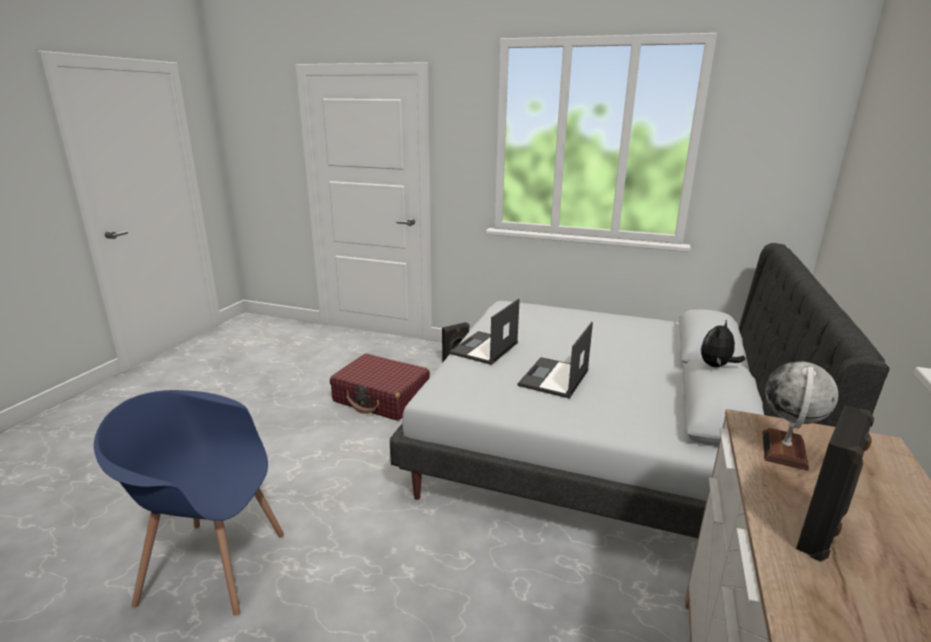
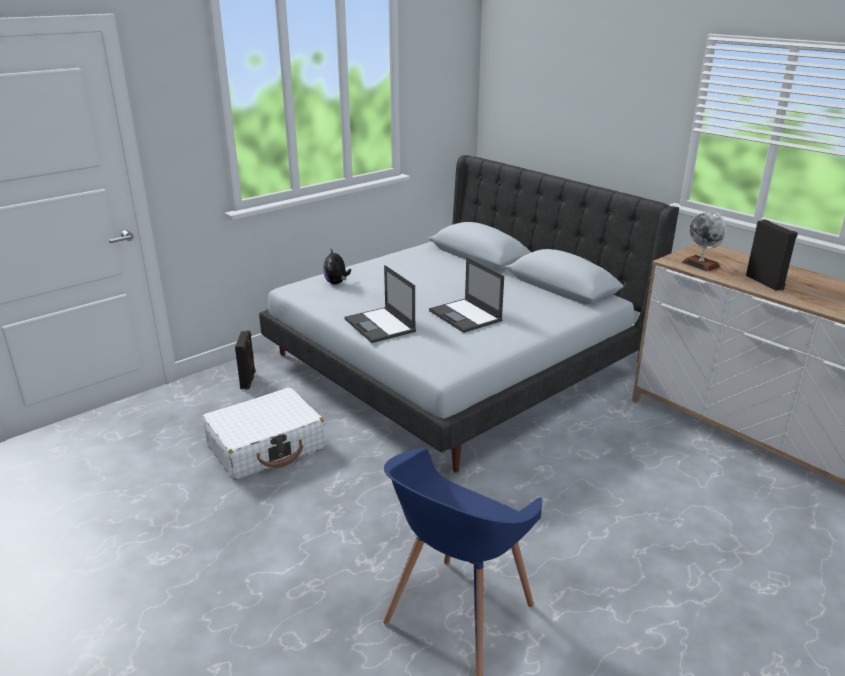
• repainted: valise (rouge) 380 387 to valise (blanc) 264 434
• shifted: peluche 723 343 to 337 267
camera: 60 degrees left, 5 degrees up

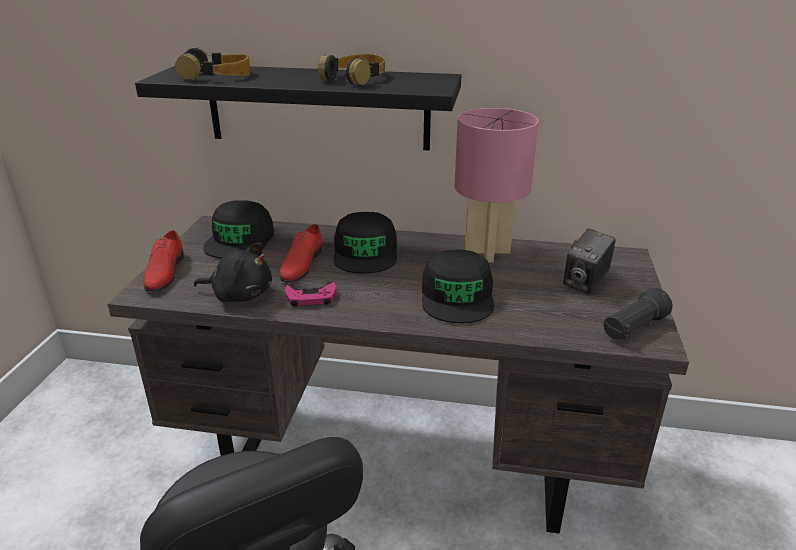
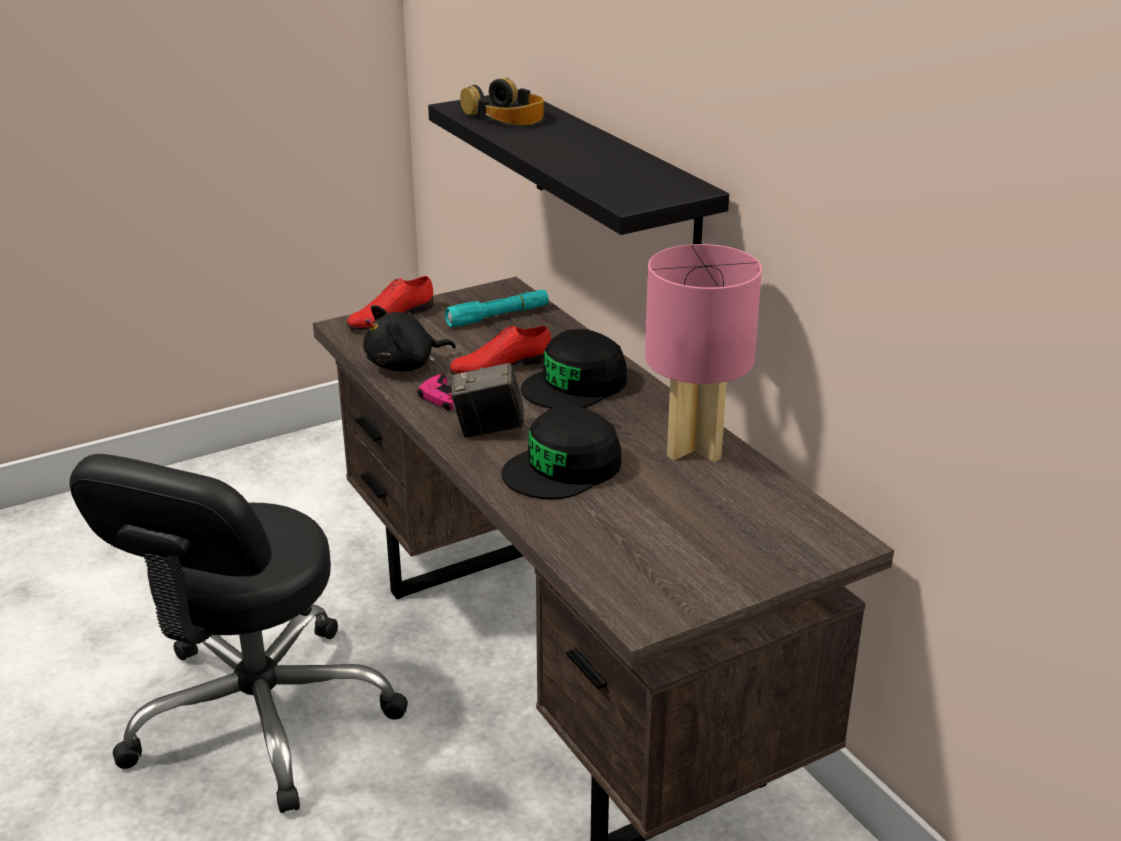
• rotated: peluche (noir) 233 272 = 409 338 90 degrees clockwise
• swapped: casquette (noir) 238 229 to lampe de poche (turquoise) 497 308
• gone: casque audio 351 69
• shifted: appareil photo 589 261 to 487 400
• gone: lampe de poche (noir) 638 314
camera: 50 degrees right, 0 degrees up

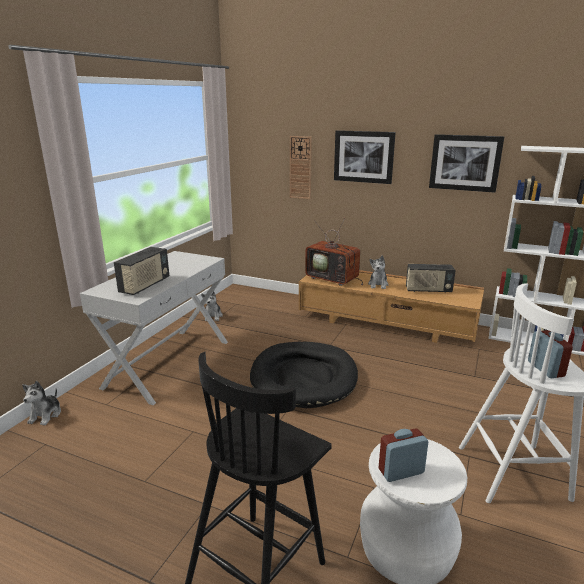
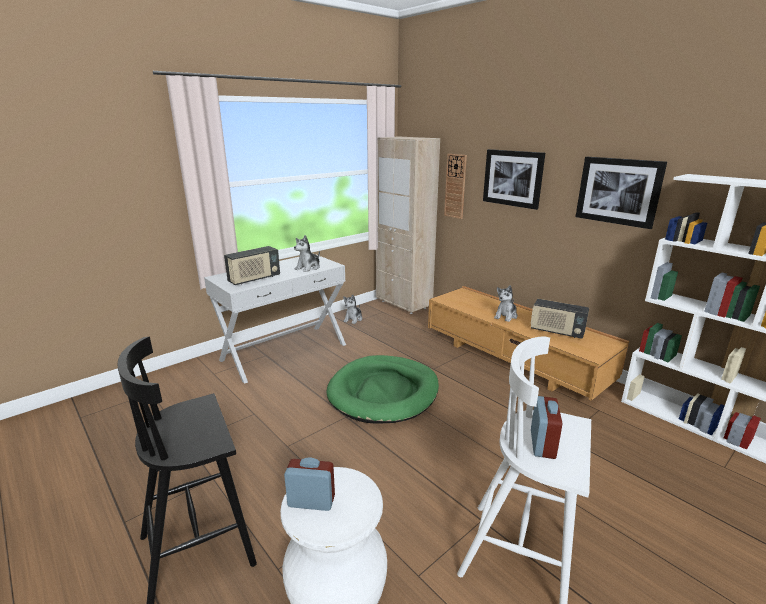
• shifted: peluche 41 403 to 307 253
• repainted: panier pour chien (noir) 304 375 to panier pour chien (vert) 382 389
• gone: téléviseur 334 252
• new: meuble de rangement (beige) 408 225
camera: 25 degrees right, 0 degrees up

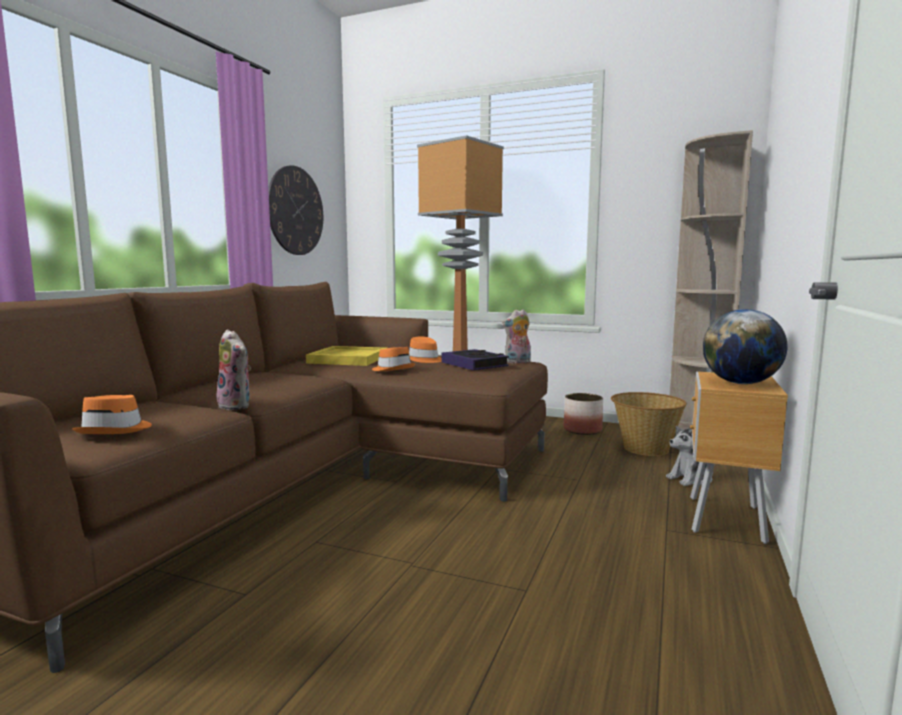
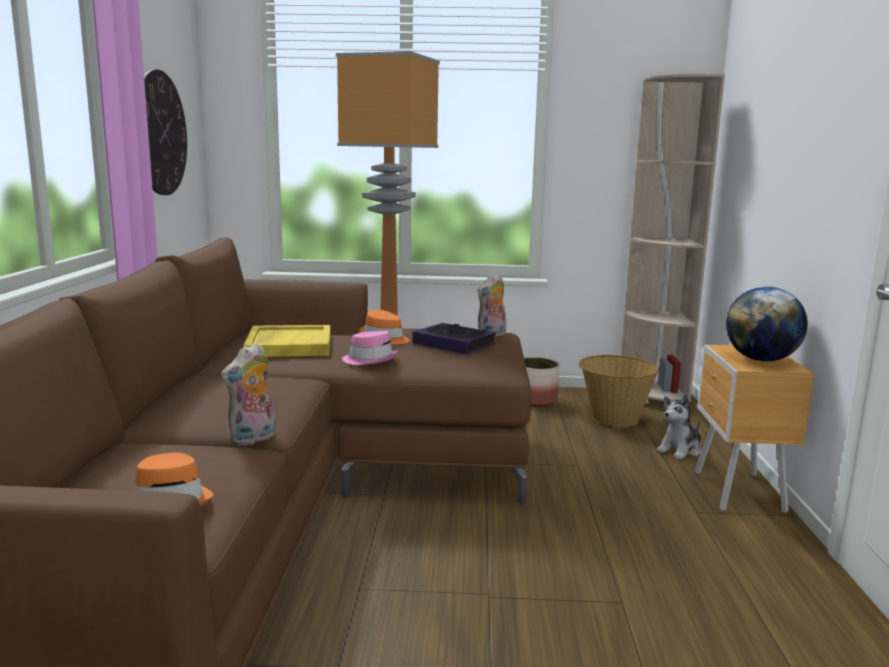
• rotated: peluche 233 370 = 248 394 105 degrees clockwise
• repainted: chapeau (orange) 393 359 to chapeau (rose) 370 348
camera: 20 degrees left, 5 degrees up

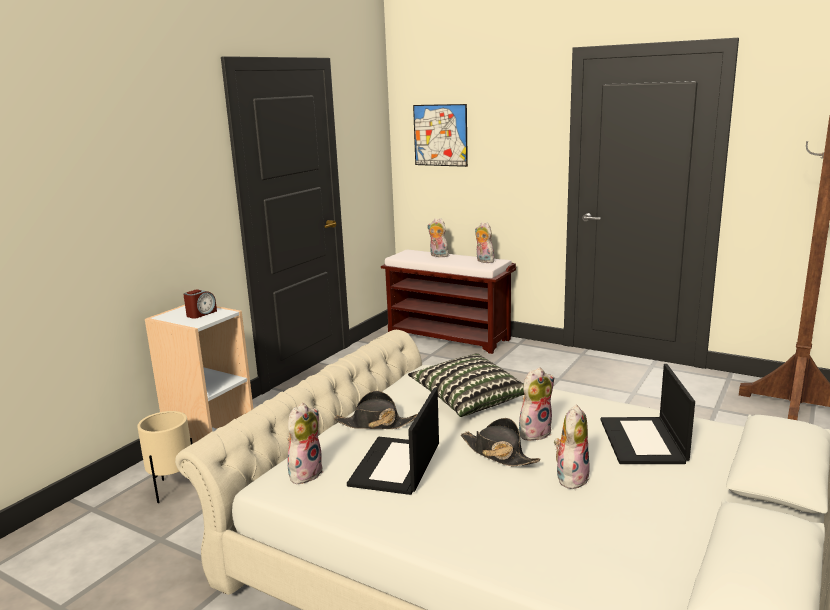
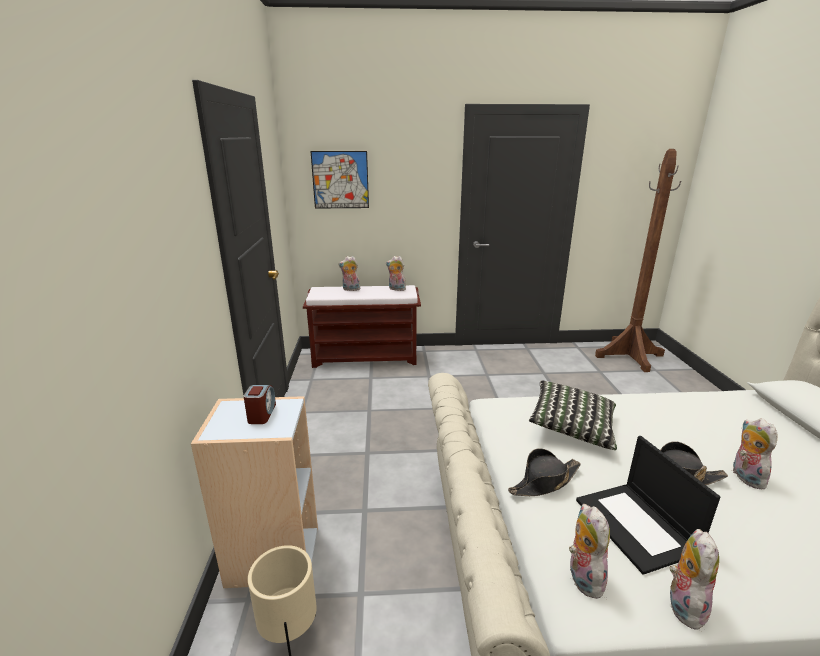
• shifted: peluche 536 404 to 694 579
• gone: ordinateur portable 648 414
camera: 35 degrees left, 5 degrees up

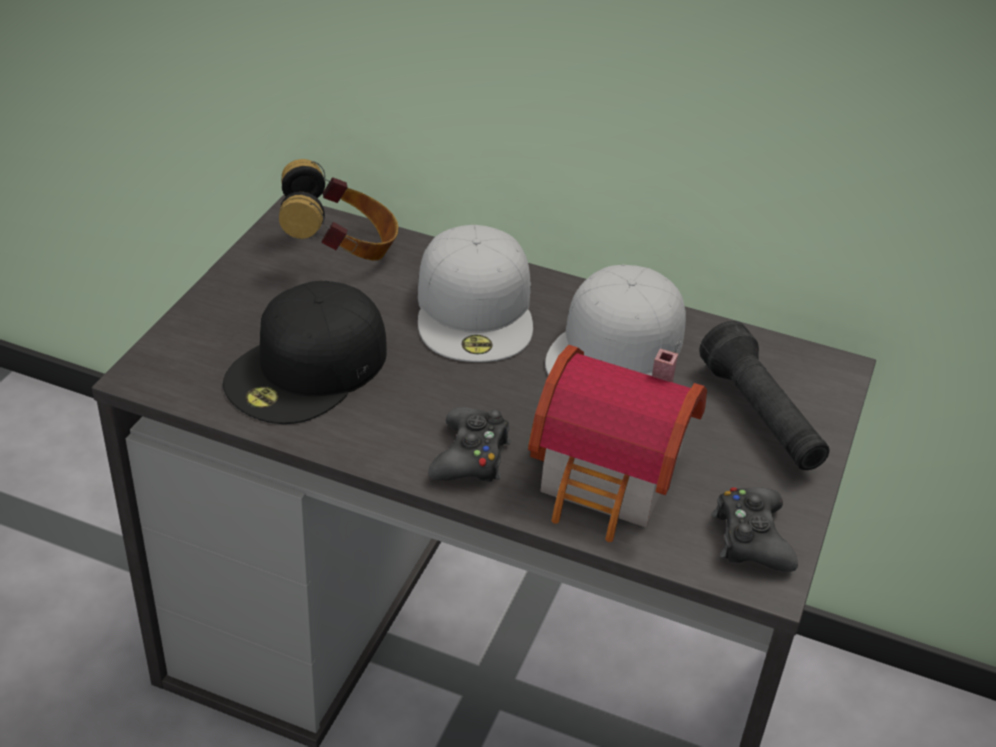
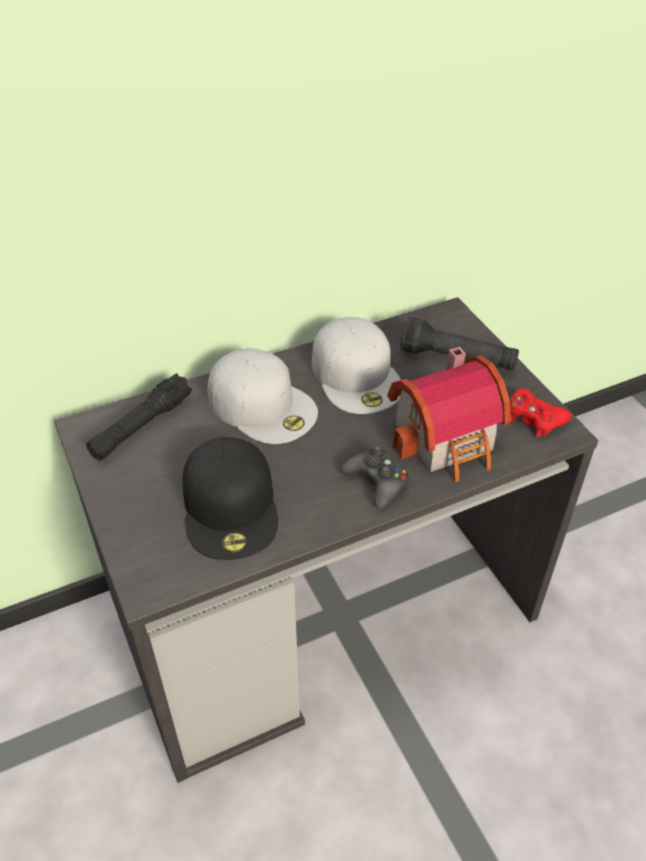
• swapped: casque audio 338 210 to lampe de poche (noir) 139 417
• repainted: manette (noir) 755 529 to manette (rouge) 540 412
camera: 45 degrees left, 5 degrees up

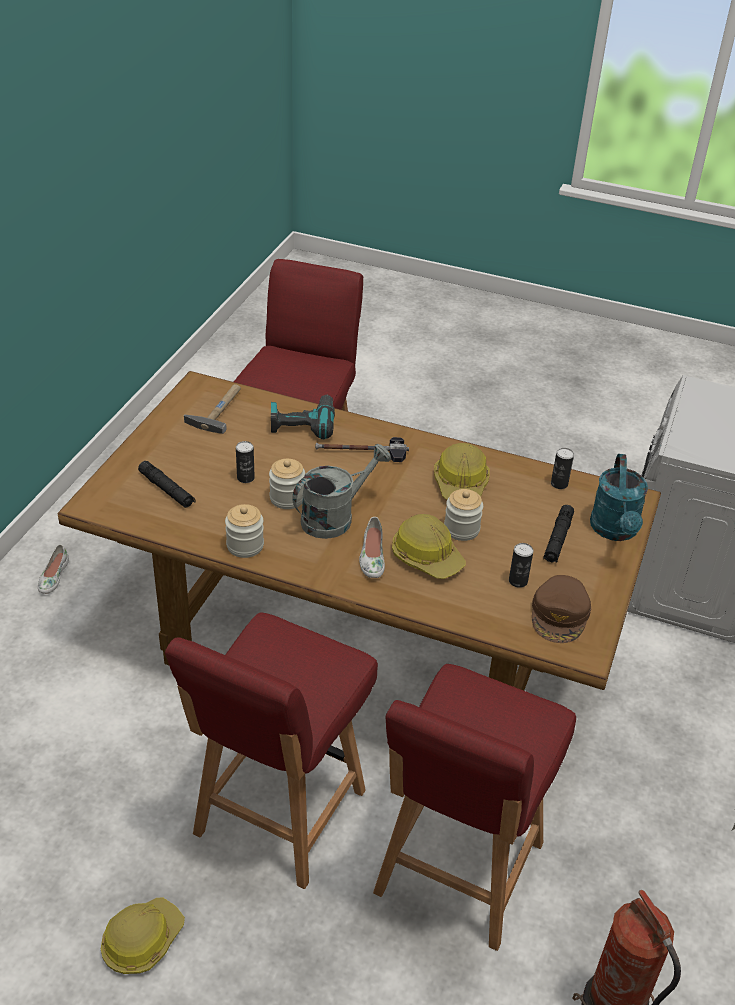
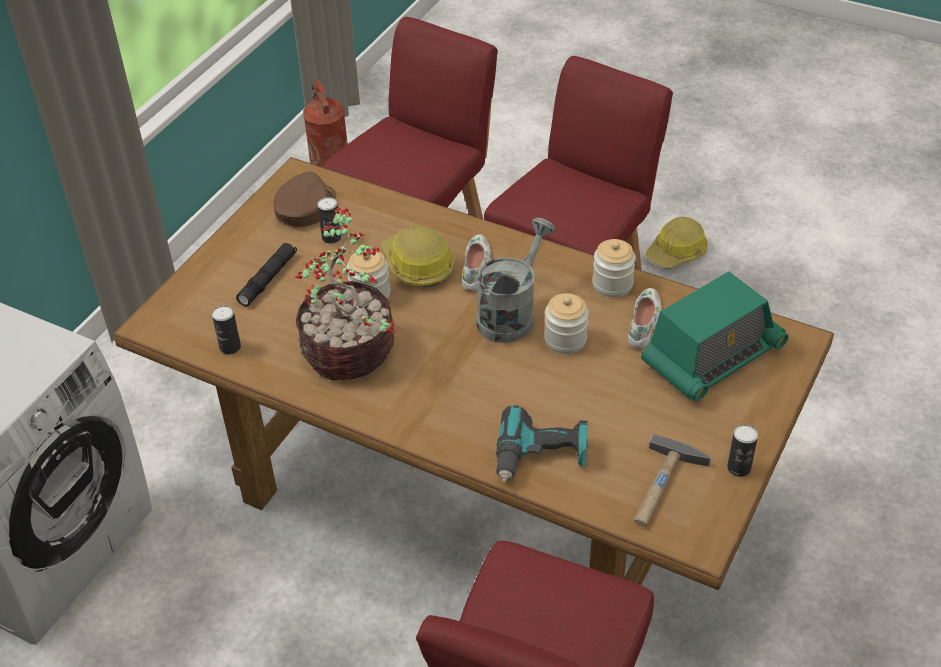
• shifted: chaussure (blanc) 53 569 to 645 318
• swapped: lampe de poche (noir) 167 484 to radio 715 336
• shifted: boîte métallique 245 462 to 742 450
• rotated: arrosoir (gris) 341 491 = 515 280 150 degrees clockwise
• gone: marteau 362 449
• swapped: casque de chantier 462 471 to plante en pot 344 293
• gone: arrosoir (turquoise) 619 497
camera: 170 degrees left, 5 degrees up

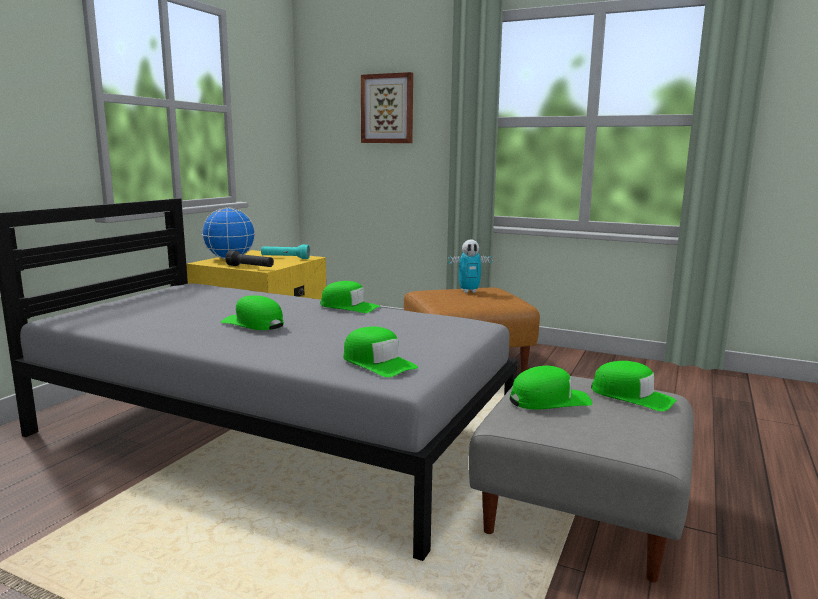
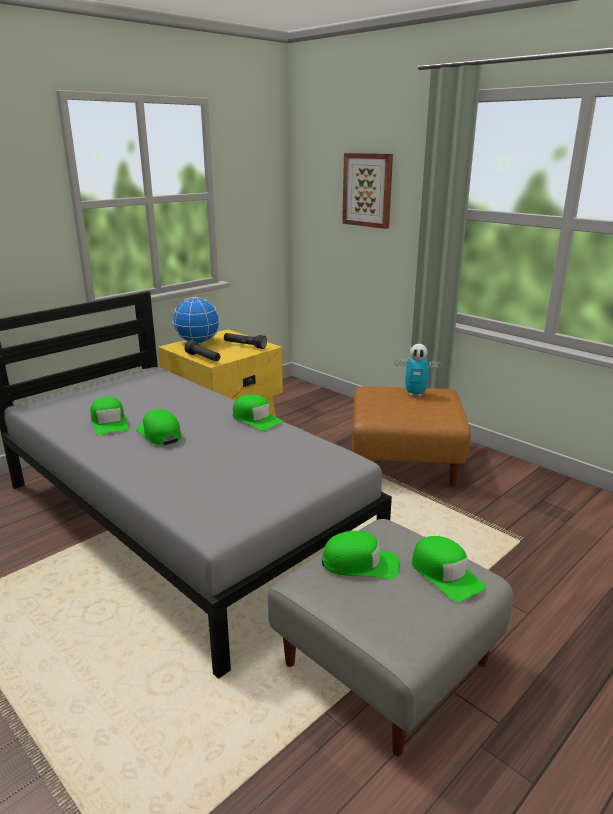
• repainted: lampe de poche (turquoise) 285 252 to lampe de poche (noir) 245 341
• shifted: casquette (vert) 380 351 to 109 416
camera: 20 degrees right, 10 degrees up

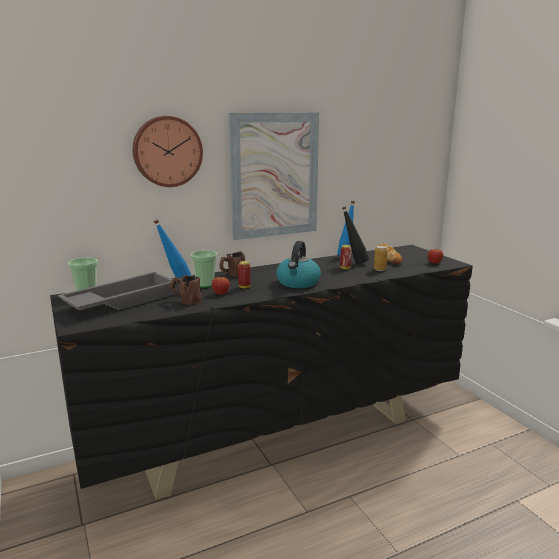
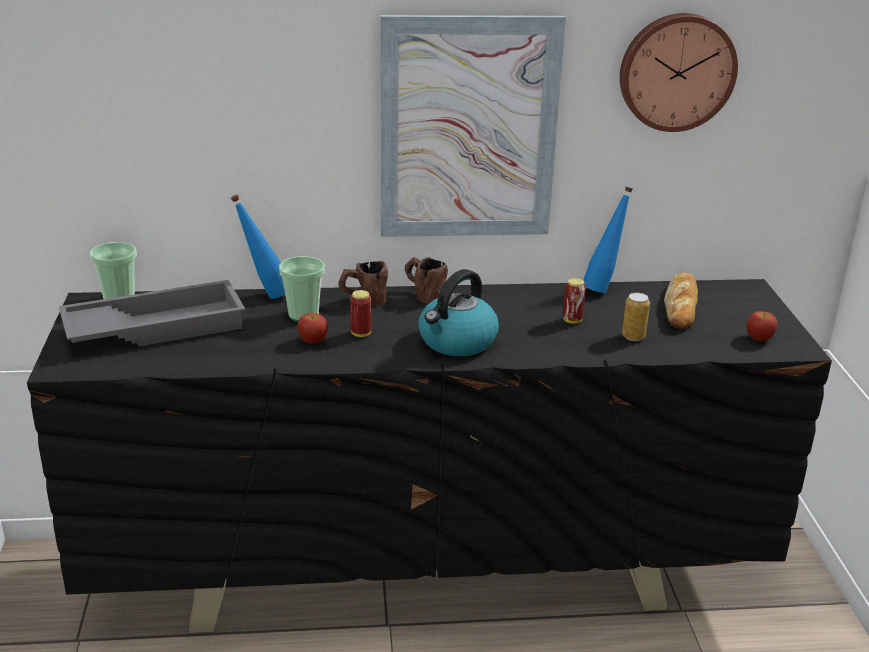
• shifted: horloge murale 168 151 to 679 72
• shifted: mug (marron) 186 290 to 426 280
• gone: bouteille (noir) 355 235
camera: 20 degrees right, 10 degrees up

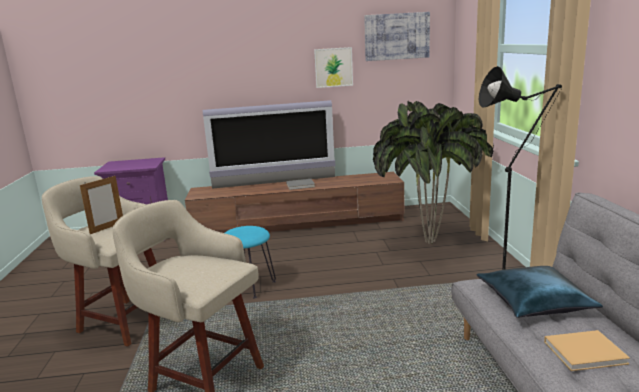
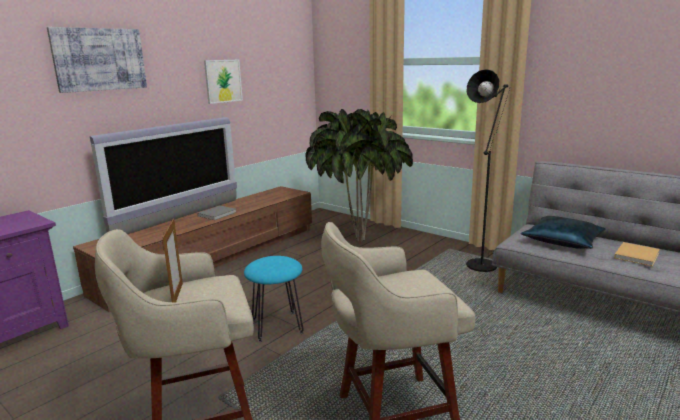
• shifted: tableau 397 36 to 97 60
camera: 45 degrees left, 0 degrees up

